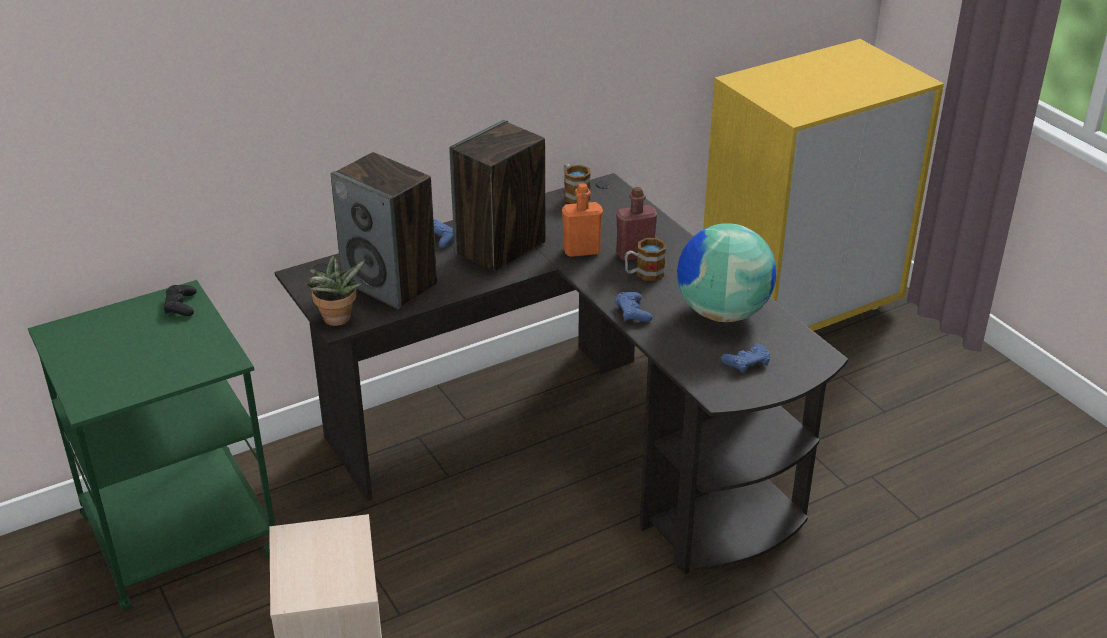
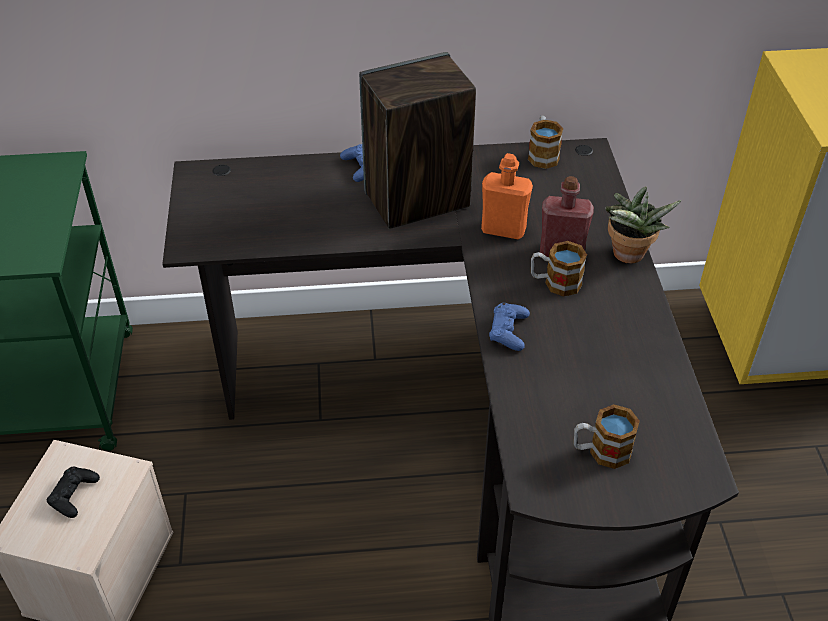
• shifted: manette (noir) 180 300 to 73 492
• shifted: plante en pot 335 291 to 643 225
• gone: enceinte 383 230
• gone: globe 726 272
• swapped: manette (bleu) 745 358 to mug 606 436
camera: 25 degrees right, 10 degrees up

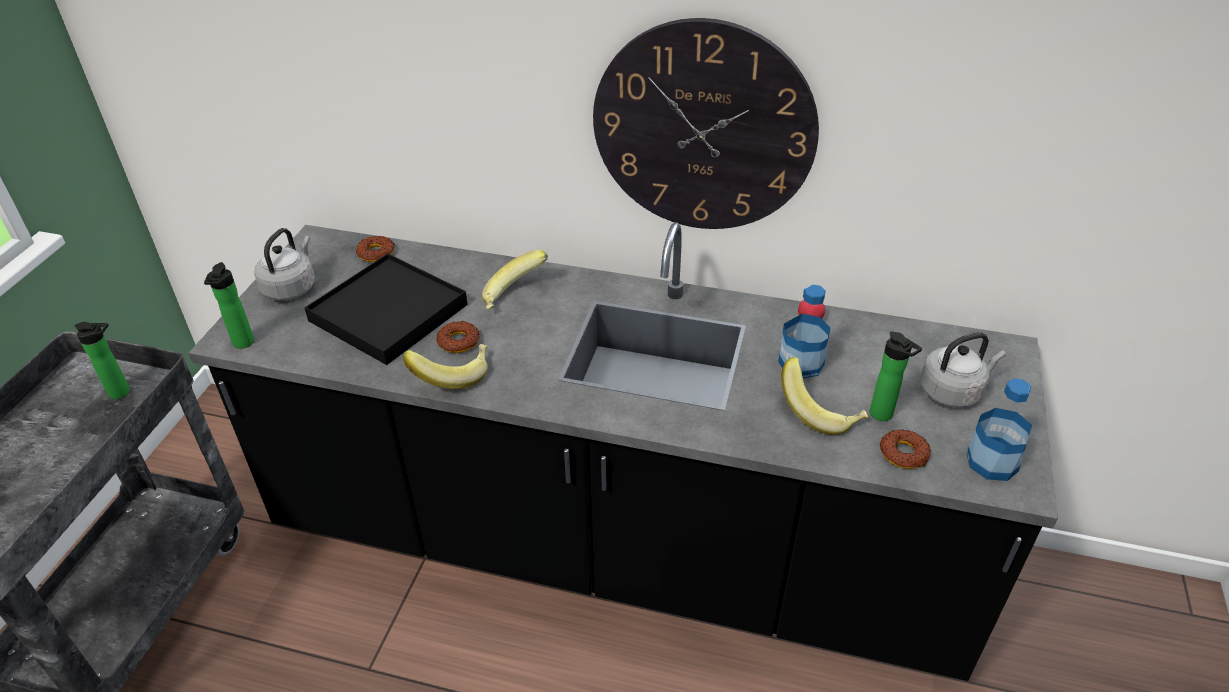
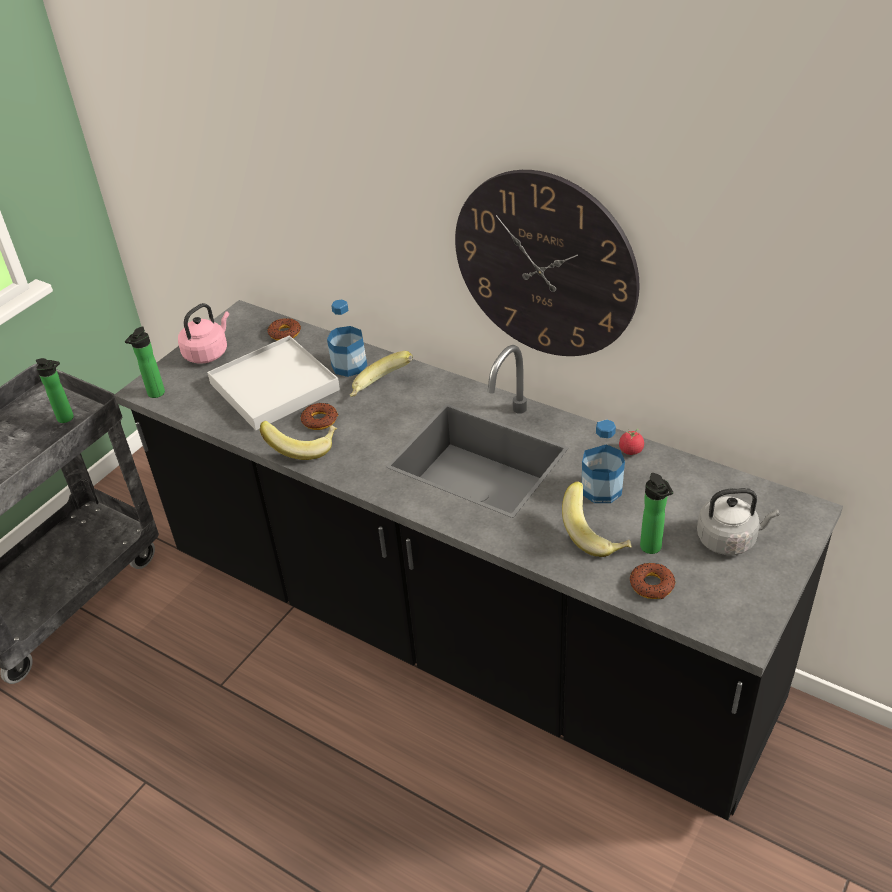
• repainted: bouilloire (gris) 284 264 to bouilloire (rose) 203 333
• repainted: plateau (noir) 386 309 to plateau (blanc) 273 382
• shifted: bouteille 999 429 to 347 338
camera: 20 degrees right, 0 degrees up

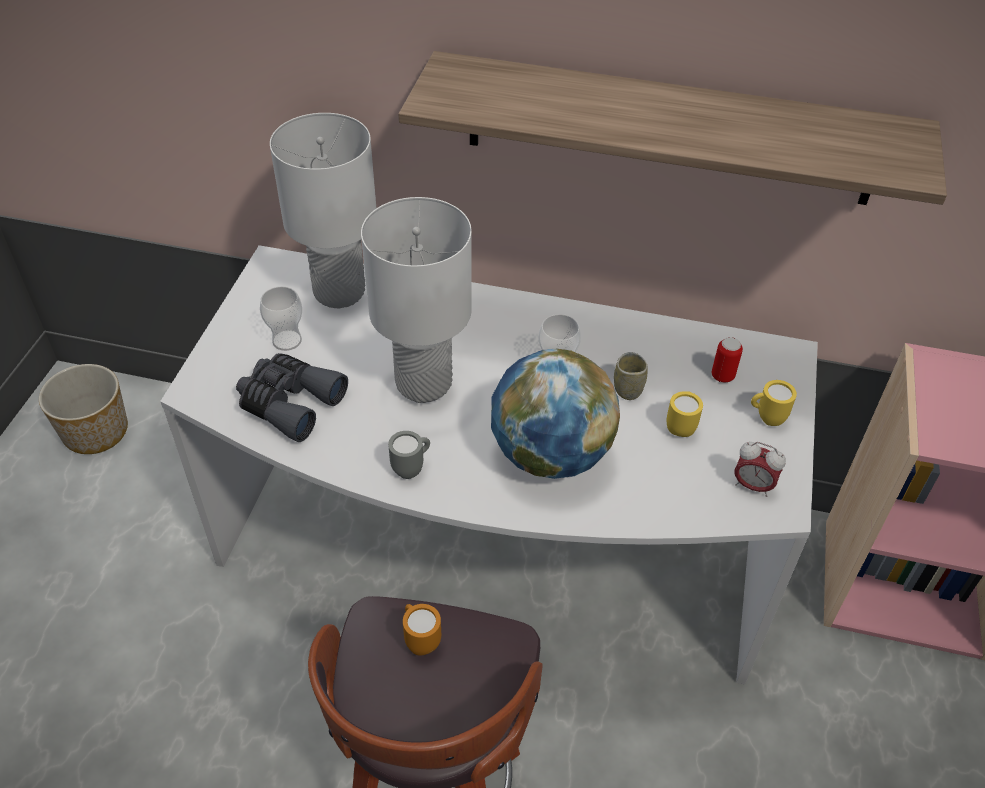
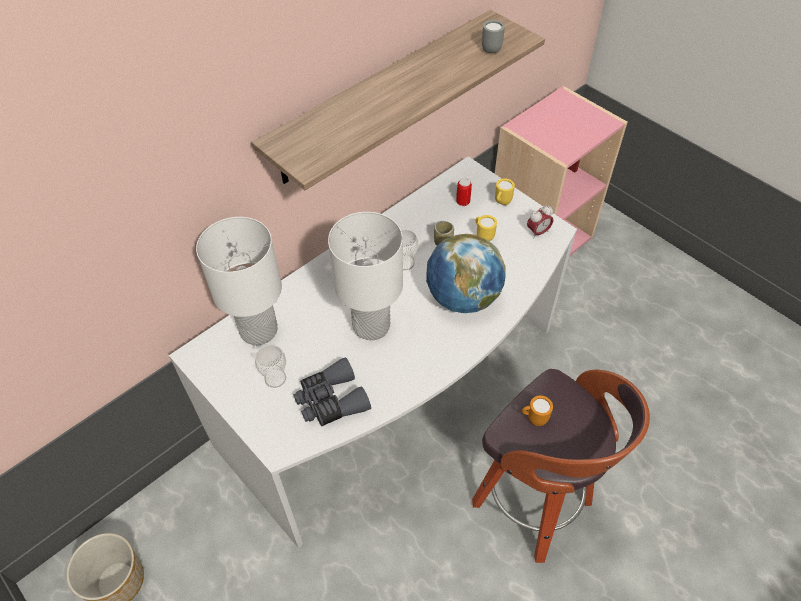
• shifted: mug (gris) 409 455 to 493 36
camera: 55 degrees left, 5 degrees up

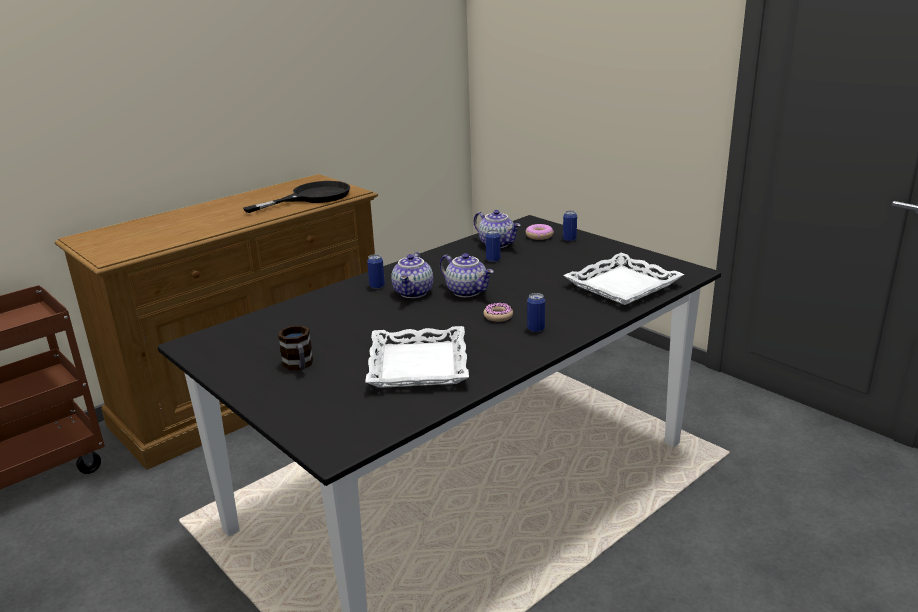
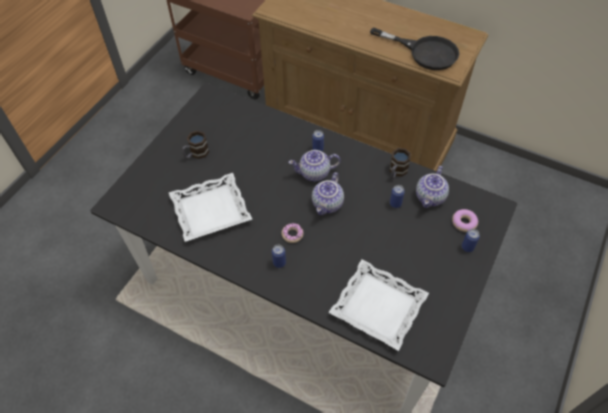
• new: mug 400 163
camera: 70 degrees right, 30 degrees up

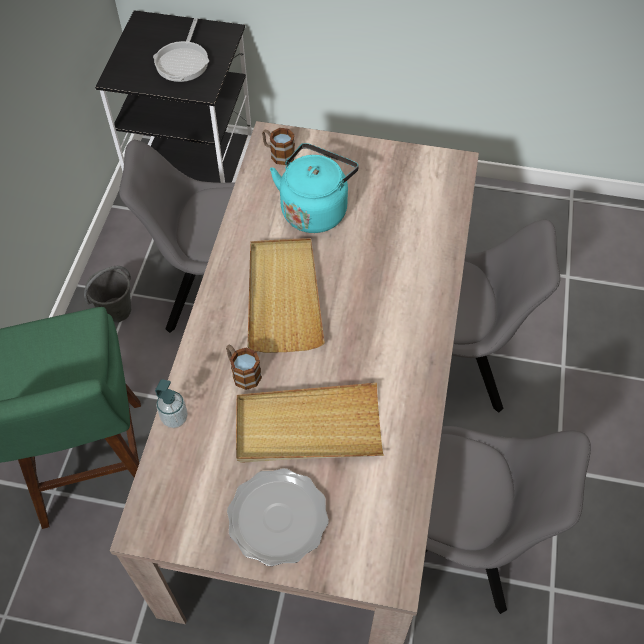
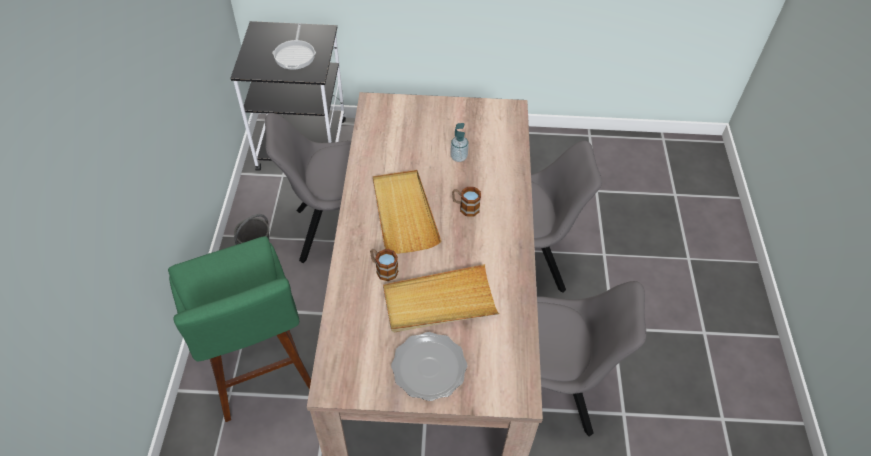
• shifted: distributeur de savon 171 403 to 459 142
• shifted: mug 278 146 to 466 202
• gone: bouilloire (turquoise) 314 188
camera: 10 degrees left, 5 degrees down

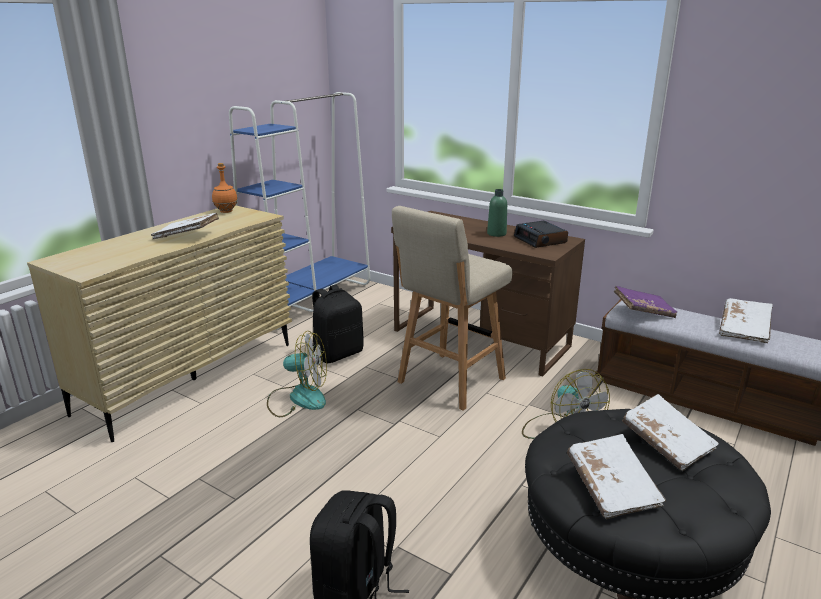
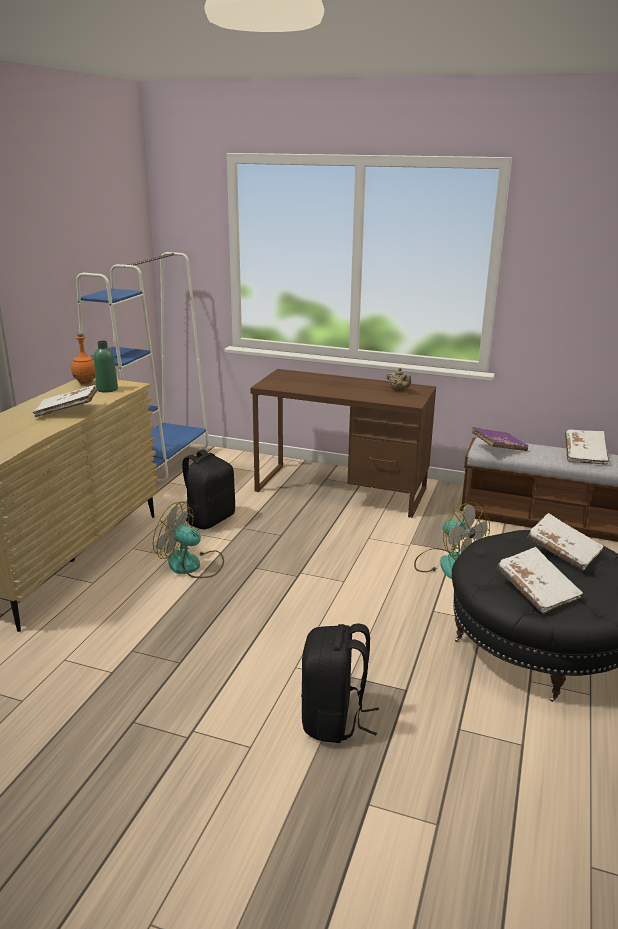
• rotated: ventilateur 297 374 = 188 540 150 degrees counterclockwise
• gone: tabouret (beige) 452 308
• shifted: bouteille (vert) 497 213 to 106 367
• swapped: réveil 541 234 to théière (beige) 398 379
camera: 15 degrees left, 0 degrees up

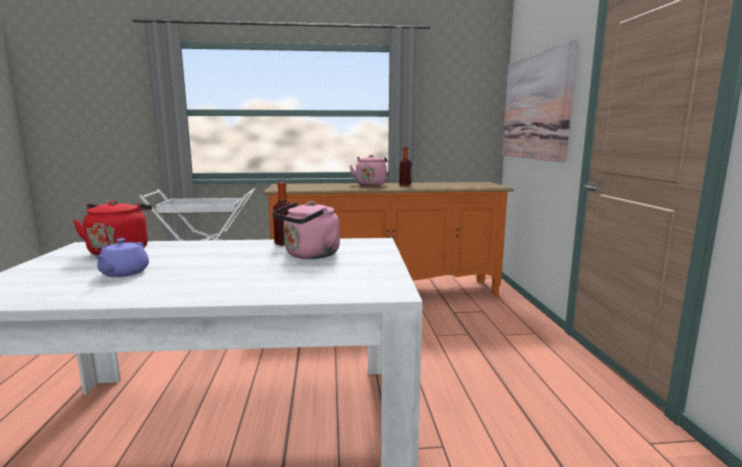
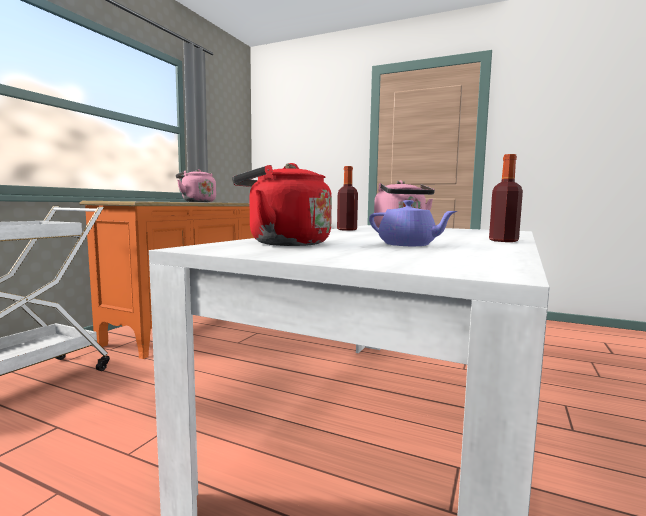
• shifted: bouteille 405 166 to 506 198
• gone: tableau 540 100
camera: 60 degrees left, 5 degrees down

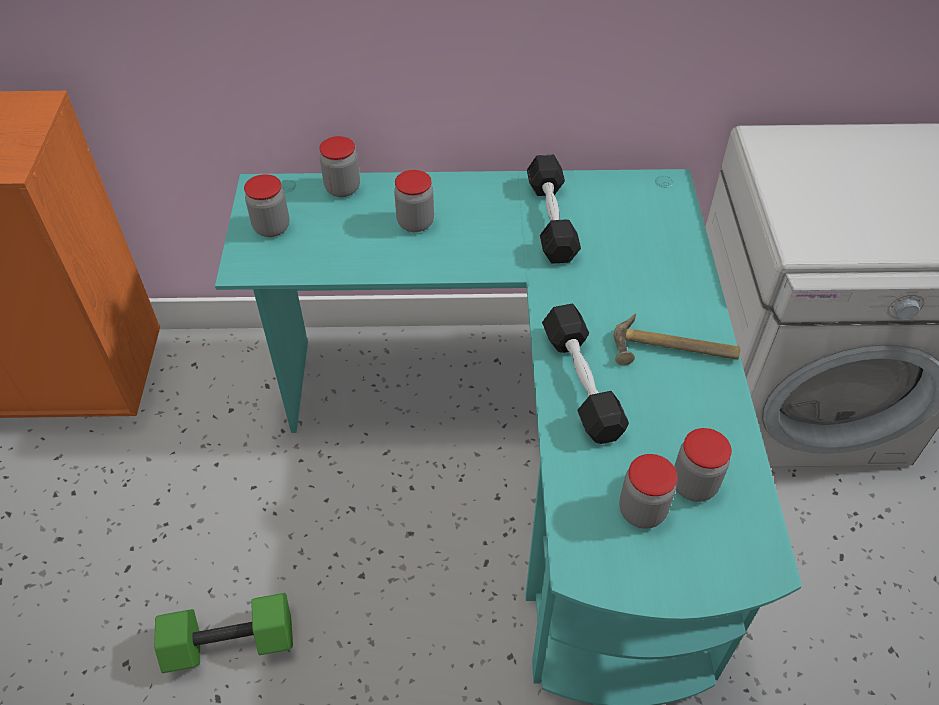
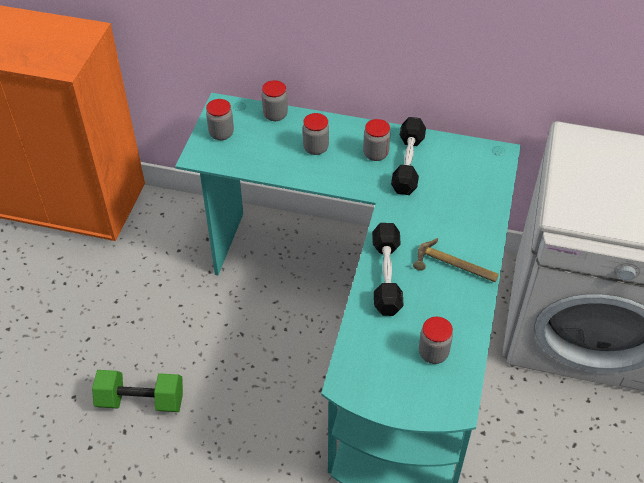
• shifted: bocal 648 491 to 376 140
camera: 15 degrees right, 0 degrees up

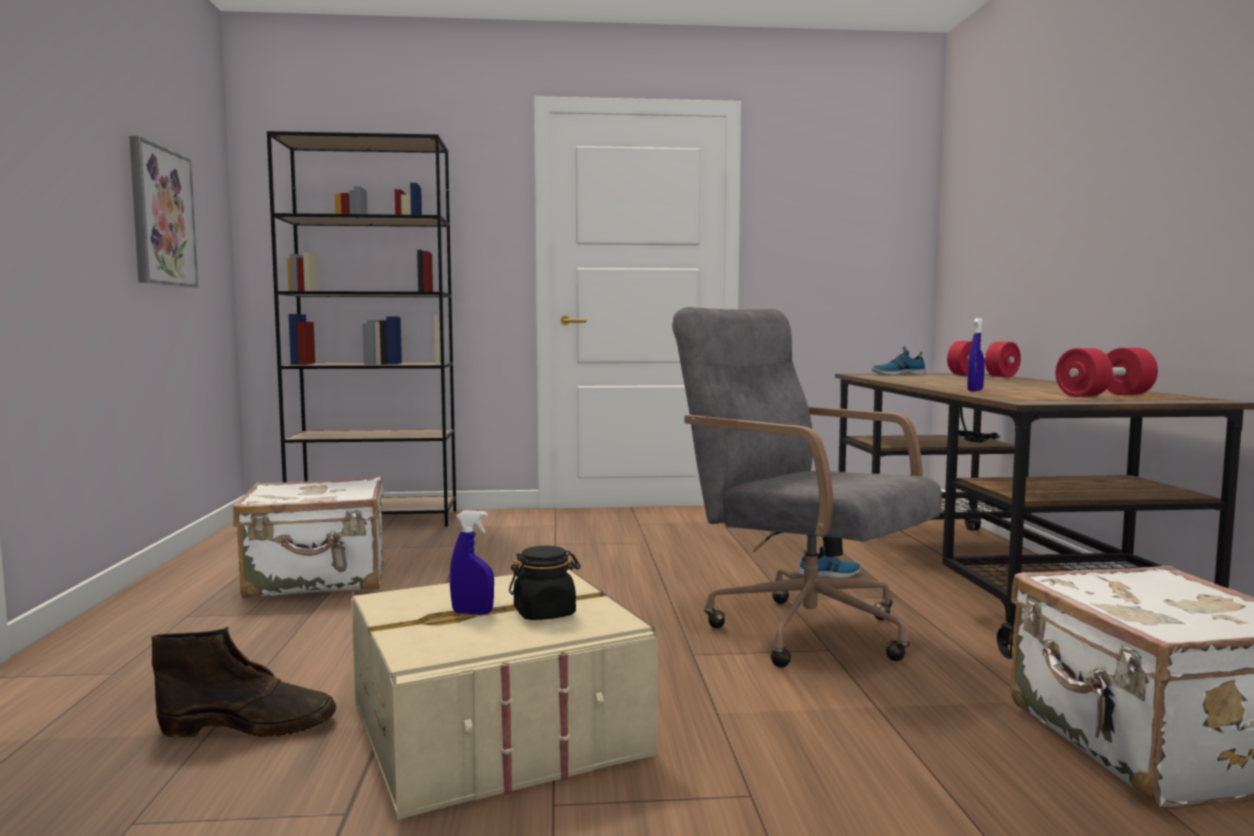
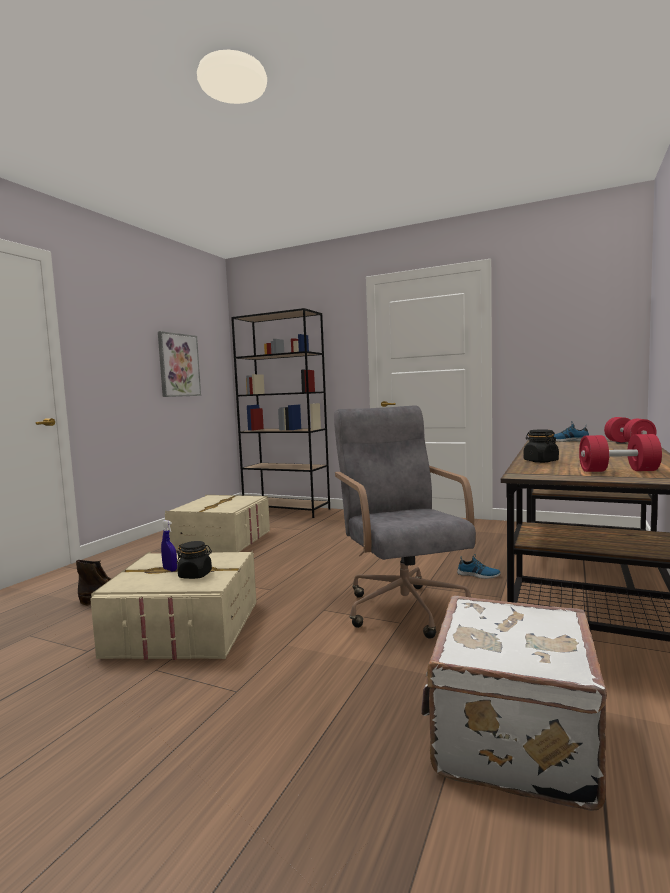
• swapped: valise (blanc) 308 537 to boîte de rangement (beige) 217 523
• swapped: vaporisateur (bleu) 976 354 to bocal (noir) 541 446
camera: 30 degrees right, 0 degrees up

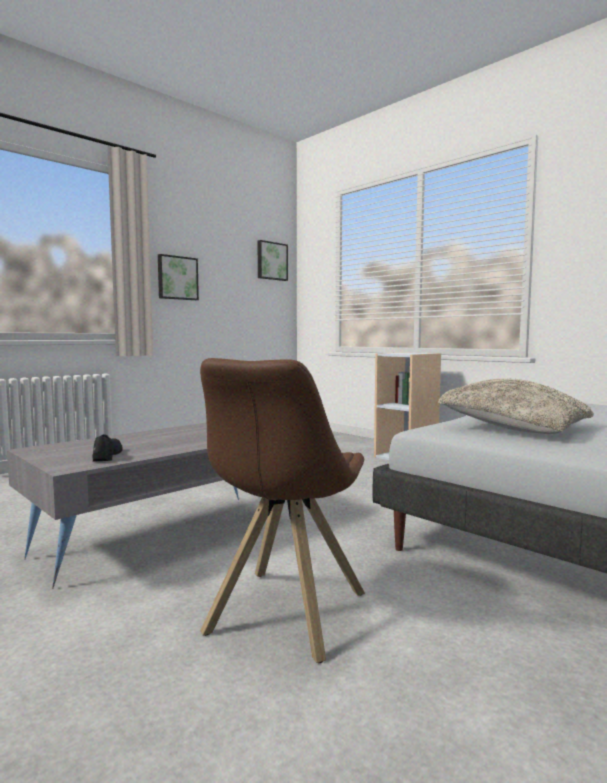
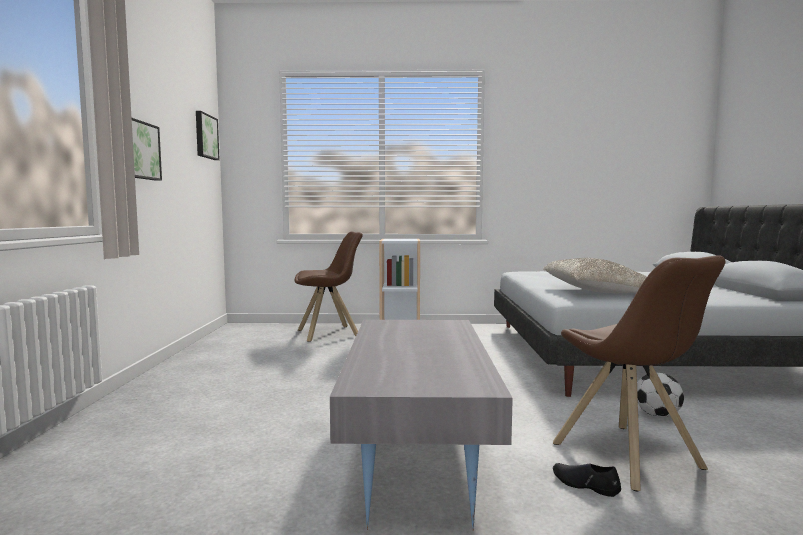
• shifted: chaussure (noir) 107 448 to 587 480
• new: chaise (marron) 329 286
• new: ballon de foot 660 395
camera: 45 degrees left, 0 degrees up

